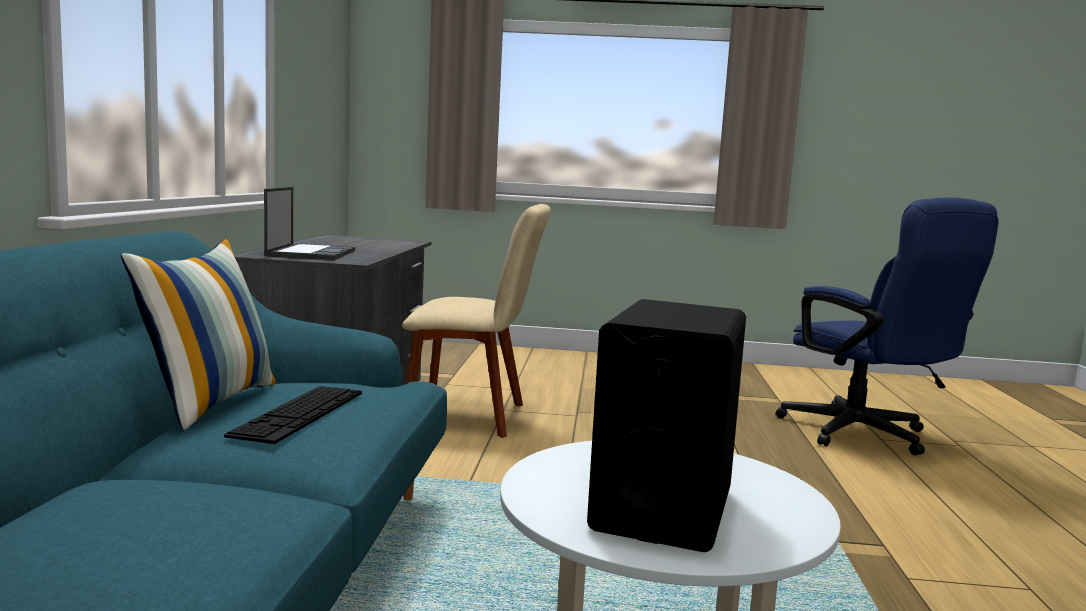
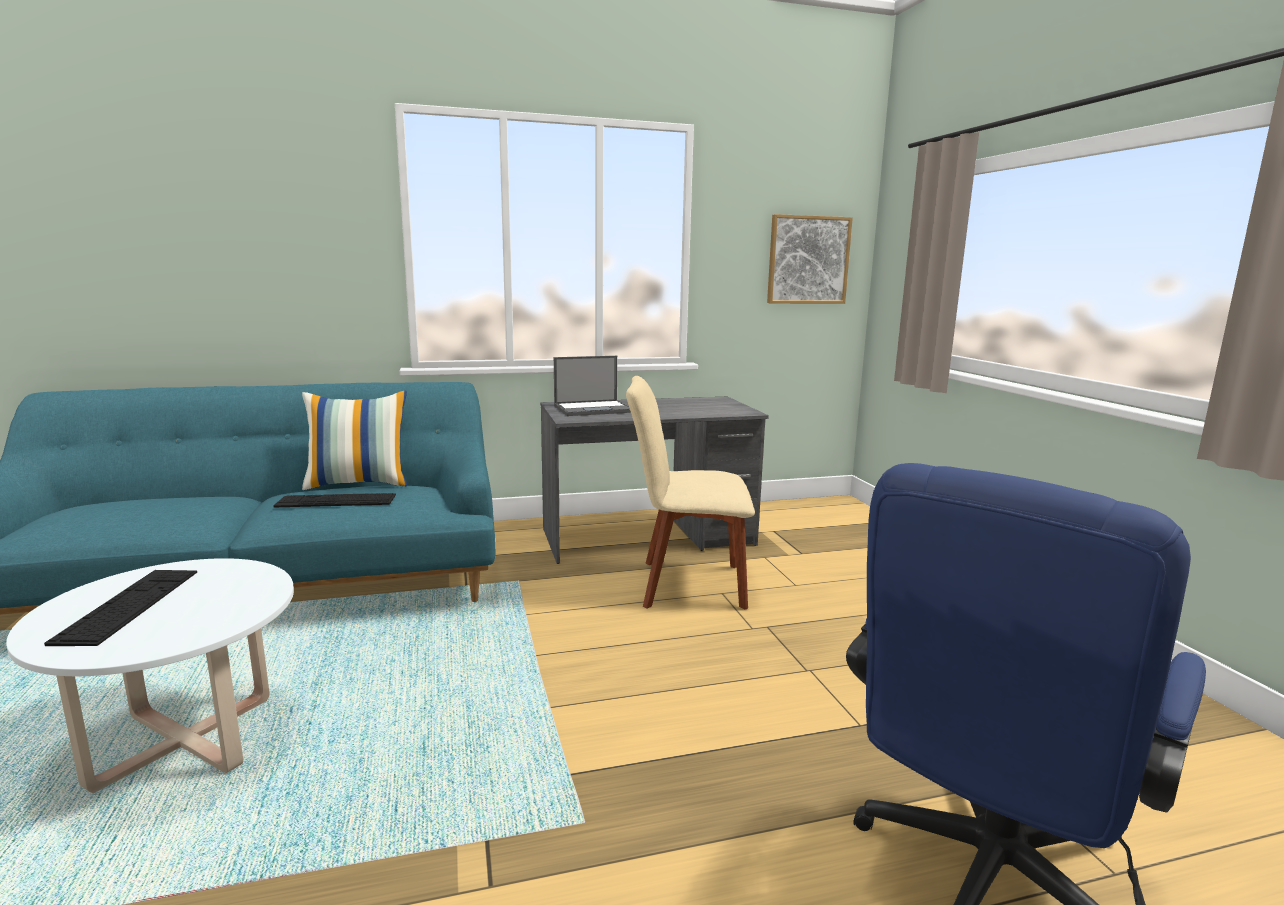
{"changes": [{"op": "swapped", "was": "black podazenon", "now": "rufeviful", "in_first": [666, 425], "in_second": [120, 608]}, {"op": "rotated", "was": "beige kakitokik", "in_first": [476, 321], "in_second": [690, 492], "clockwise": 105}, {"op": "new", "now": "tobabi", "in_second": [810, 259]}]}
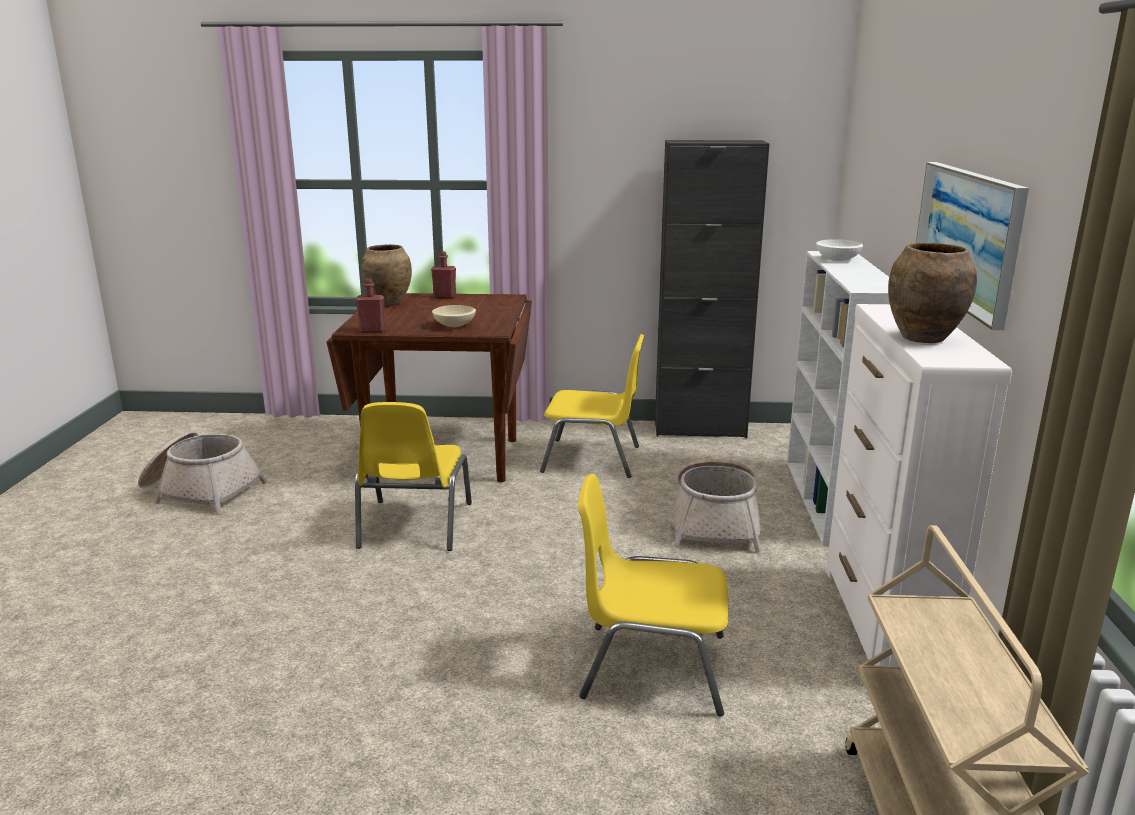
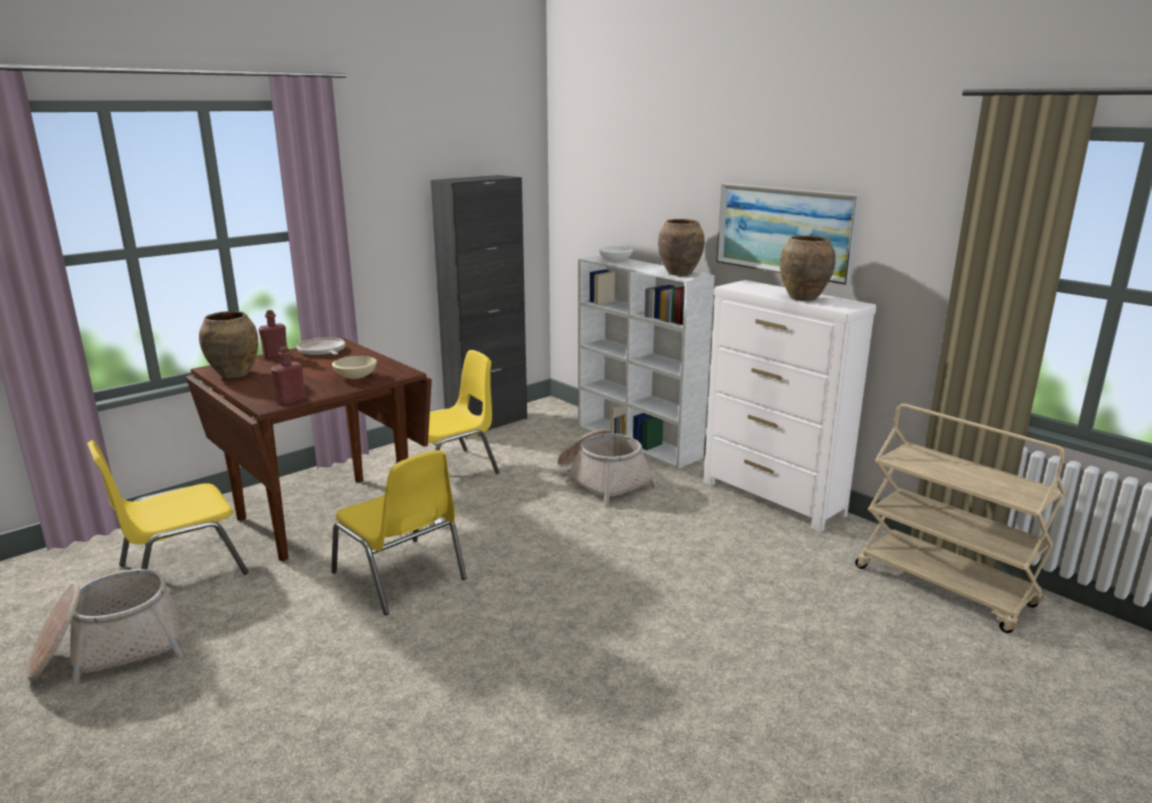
{"changes": [{"op": "shifted", "was": "yellow kakitokik", "in_first": [653, 595], "in_second": [167, 507]}, {"op": "new", "now": "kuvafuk", "in_second": [321, 346]}, {"op": "new", "now": "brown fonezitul", "in_second": [681, 247]}]}
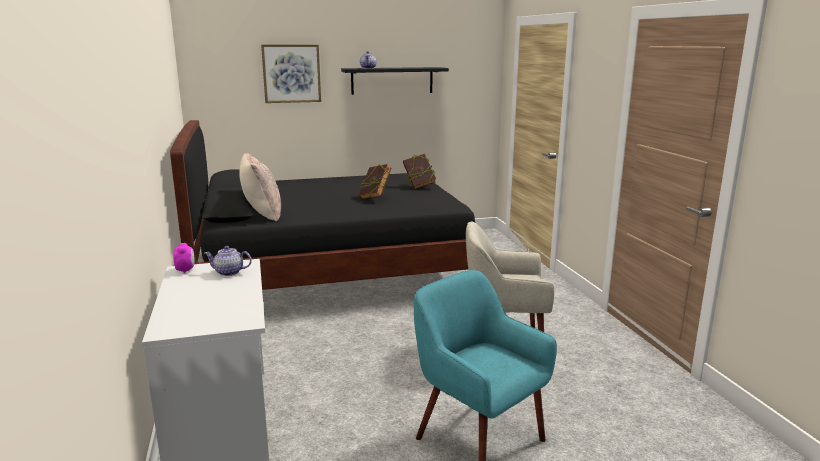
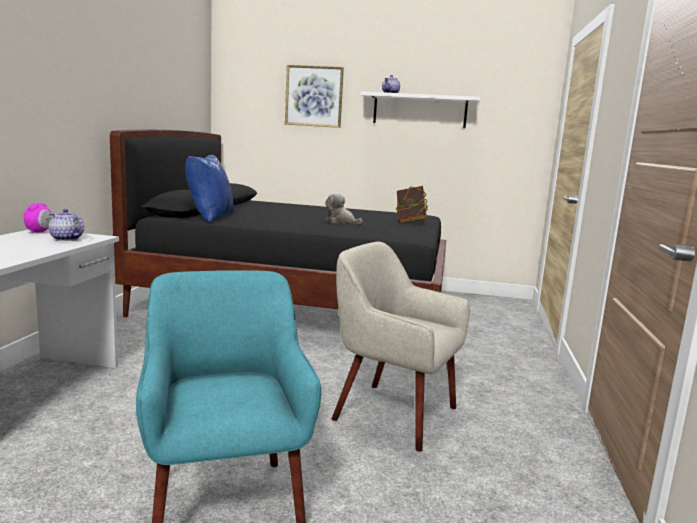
{"changes": [{"op": "repainted", "was": "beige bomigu", "now": "blue bomigu", "in_first": [260, 187], "in_second": [209, 188]}, {"op": "swapped", "was": "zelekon", "now": "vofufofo", "in_first": [375, 181], "in_second": [343, 209]}, {"op": "repainted", "was": "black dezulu", "now": "white dezulu", "in_first": [395, 81], "in_second": [420, 109]}]}
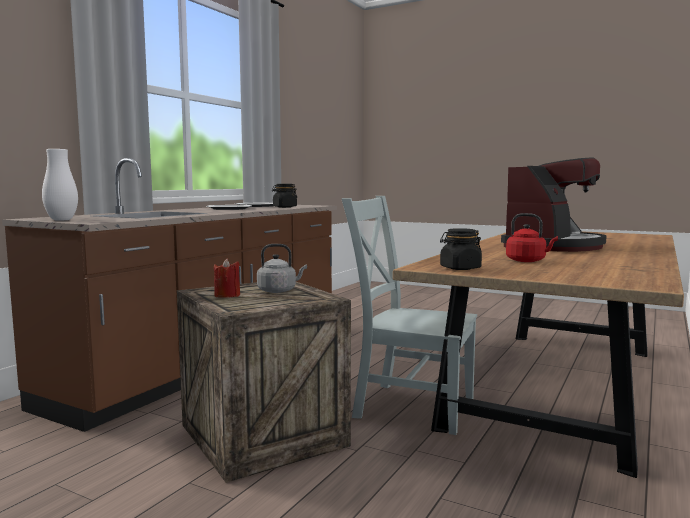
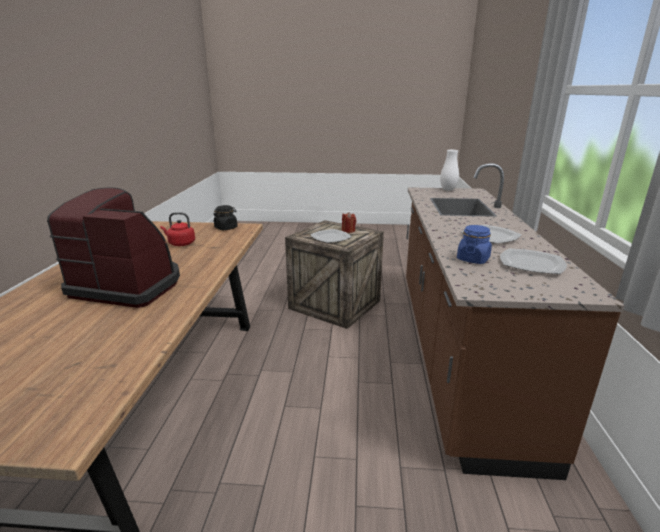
{"changes": [{"op": "rotated", "was": "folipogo", "in_first": [554, 204], "in_second": [113, 247], "clockwise": 90}, {"op": "swapped", "was": "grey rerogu", "now": "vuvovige", "in_first": [282, 268], "in_second": [331, 236]}, {"op": "repainted", "was": "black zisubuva", "now": "blue zisubuva", "in_first": [284, 196], "in_second": [474, 244]}, {"op": "gone", "was": "grey kakitokik", "in_first": [409, 315]}]}
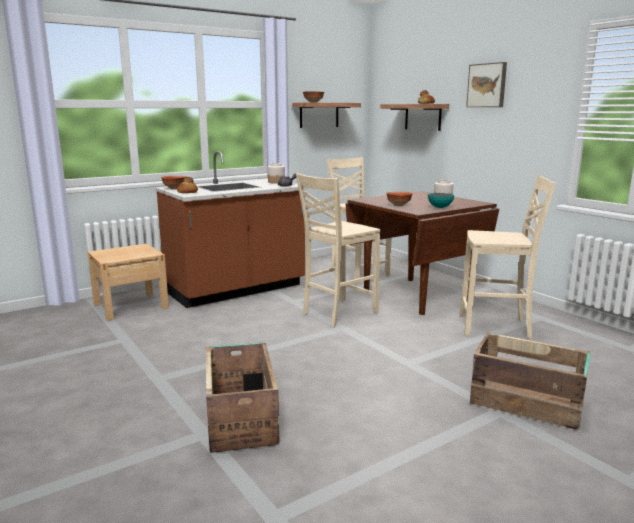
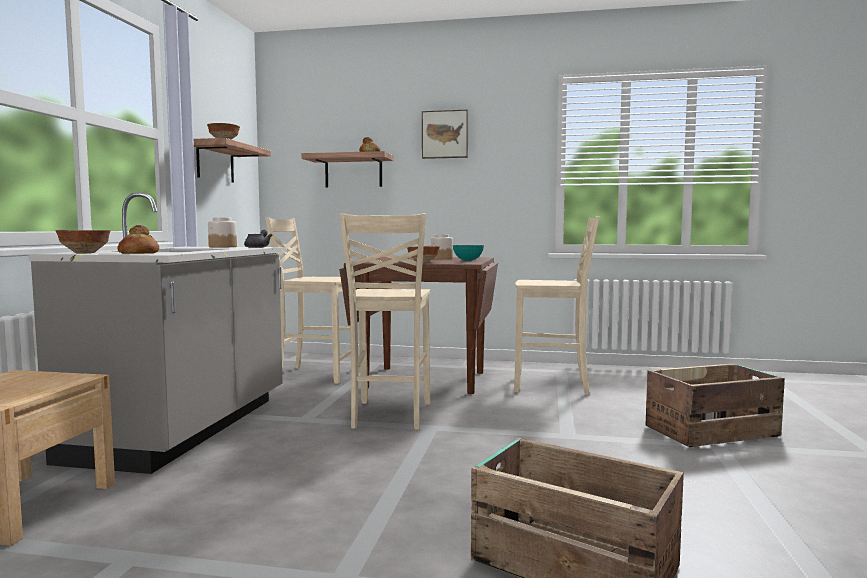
{"changes": [{"op": "repainted", "was": "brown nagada", "now": "grey nagada", "in_first": [231, 229], "in_second": [157, 333]}, {"op": "rotated", "was": "beige kakitokik", "in_first": [508, 257], "in_second": [556, 305], "clockwise": 45}]}
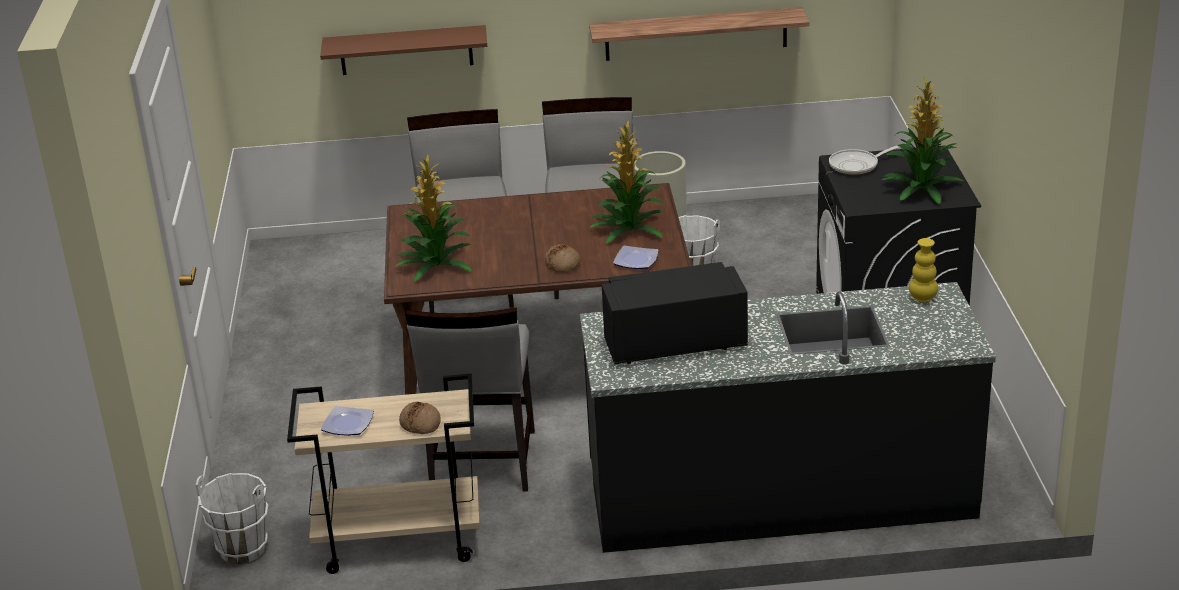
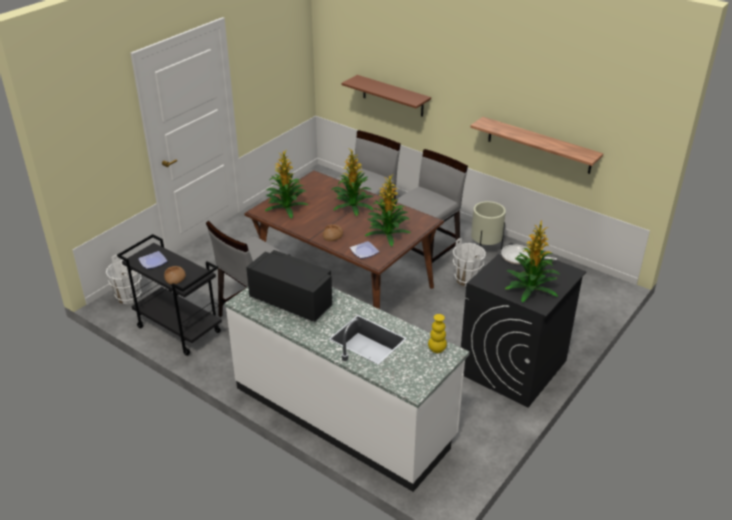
{"changes": [{"op": "repainted", "was": "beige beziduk", "now": "black beziduk", "in_first": [383, 474], "in_second": [169, 295]}, {"op": "repainted", "was": "black nagada", "now": "white nagada", "in_first": [788, 417], "in_second": [347, 389]}, {"op": "new", "now": "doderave", "in_second": [352, 182]}]}
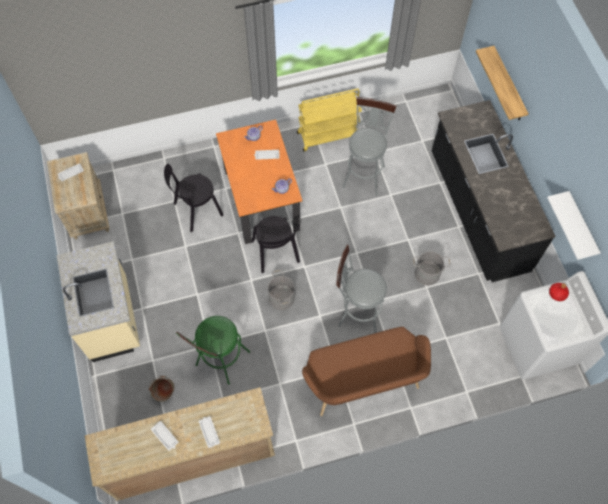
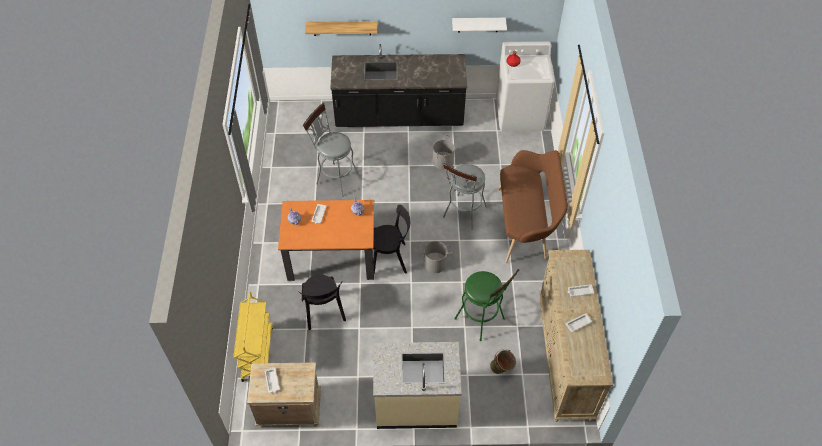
{"changes": [{"op": "shifted", "was": "yellow beziduk", "in_first": [329, 120], "in_second": [253, 337]}]}
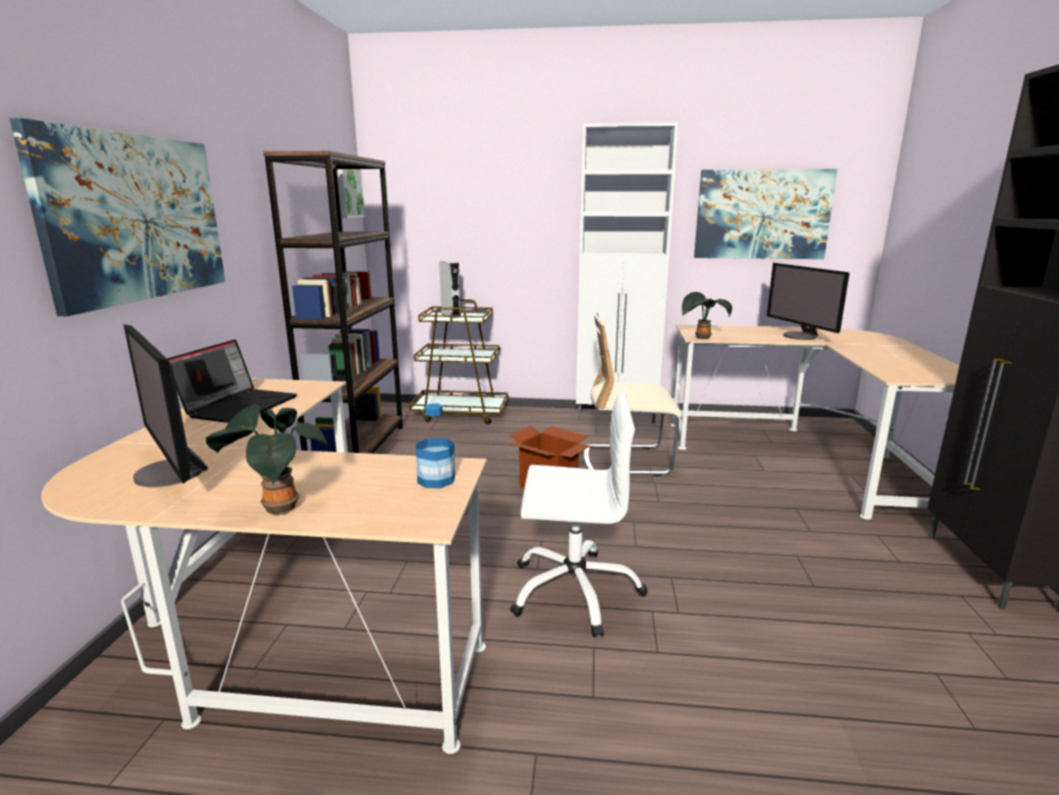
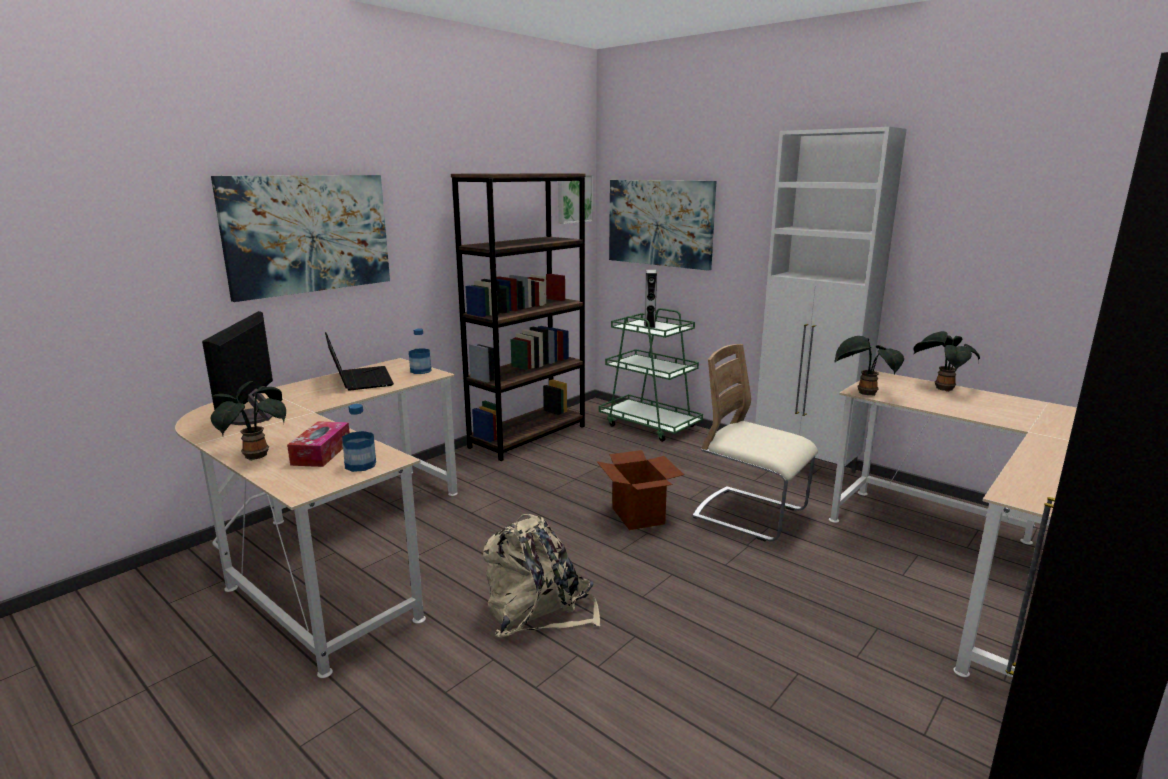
{"changes": [{"op": "new", "now": "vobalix", "in_second": [318, 444]}, {"op": "rotated", "was": "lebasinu", "in_first": [232, 381], "in_second": [359, 361], "clockwise": -75}, {"op": "new", "now": "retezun", "in_second": [420, 351]}, {"op": "swapped", "was": "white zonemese", "now": "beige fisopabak", "in_first": [578, 515], "in_second": [541, 575]}, {"op": "repainted", "was": "brown beziduk", "now": "green beziduk", "in_first": [458, 361], "in_second": [651, 375]}, {"op": "shifted", "was": "tobabi", "in_first": [765, 214], "in_second": [662, 225]}, {"op": "new", "now": "doderave", "in_second": [947, 361]}, {"op": "gone", "was": "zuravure", "in_first": [808, 301]}]}
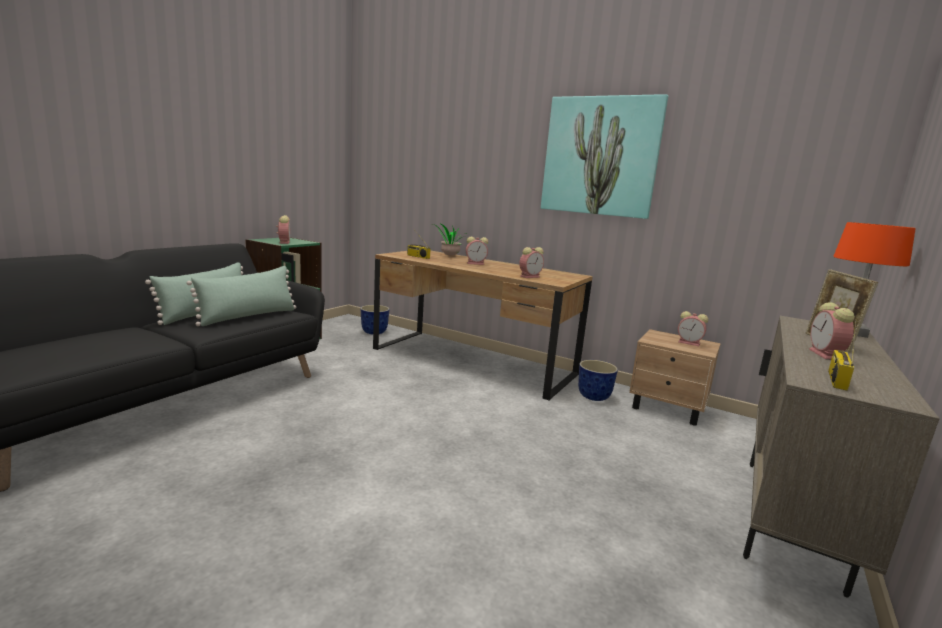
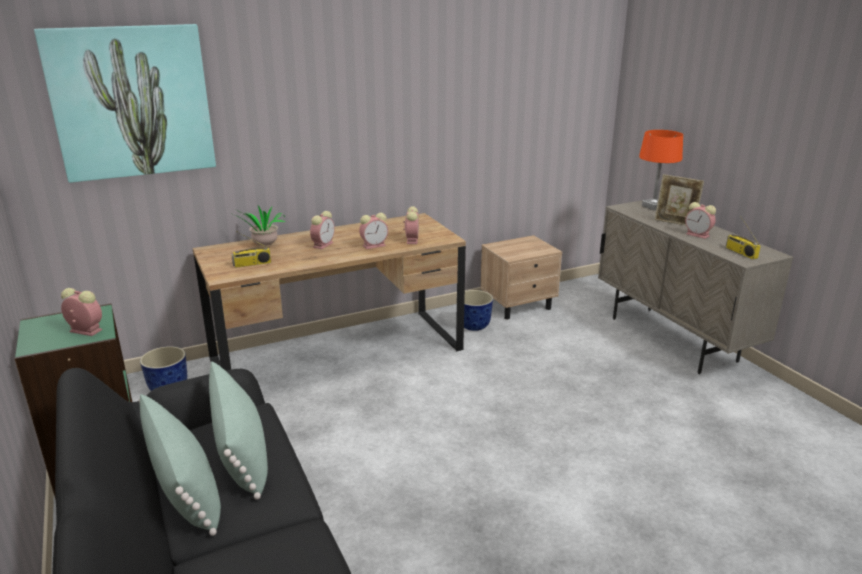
{"changes": [{"op": "shifted", "was": "tobabi", "in_first": [604, 156], "in_second": [125, 103]}, {"op": "shifted", "was": "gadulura", "in_first": [693, 328], "in_second": [373, 231]}]}
